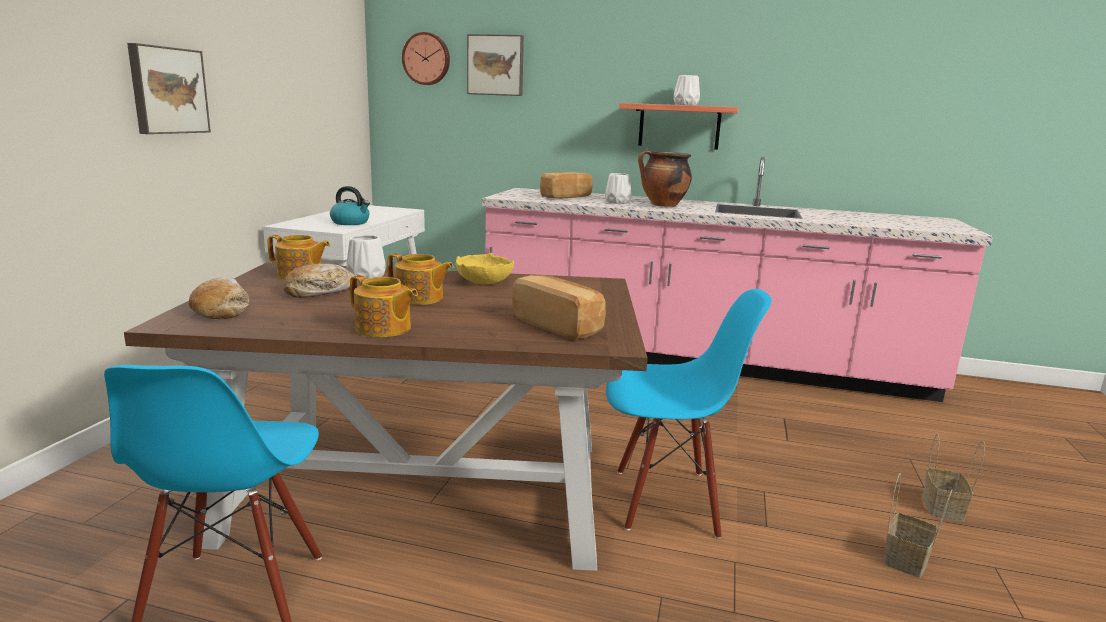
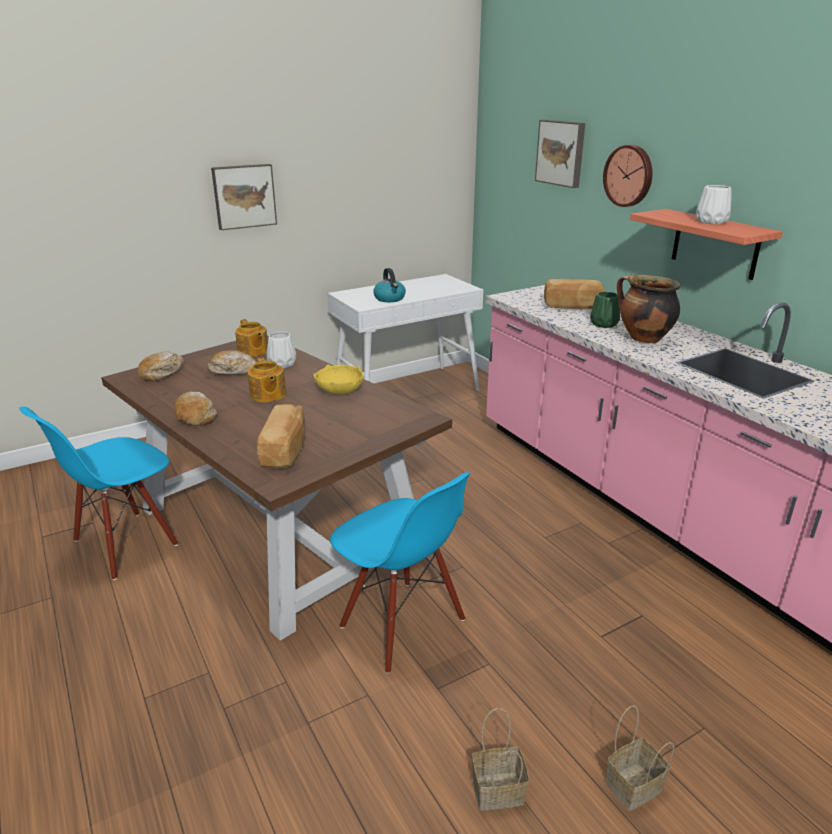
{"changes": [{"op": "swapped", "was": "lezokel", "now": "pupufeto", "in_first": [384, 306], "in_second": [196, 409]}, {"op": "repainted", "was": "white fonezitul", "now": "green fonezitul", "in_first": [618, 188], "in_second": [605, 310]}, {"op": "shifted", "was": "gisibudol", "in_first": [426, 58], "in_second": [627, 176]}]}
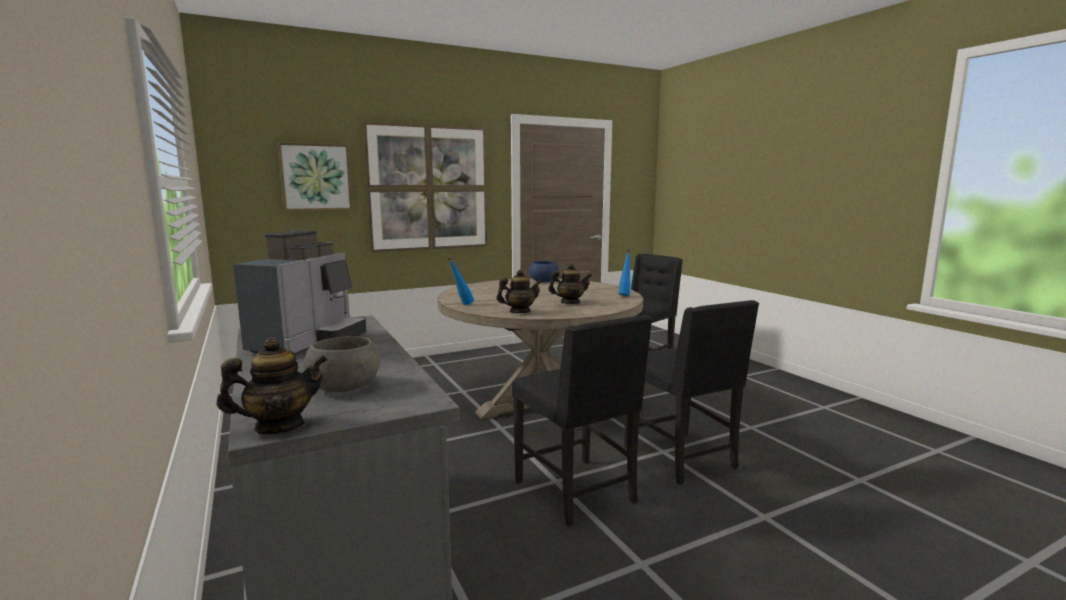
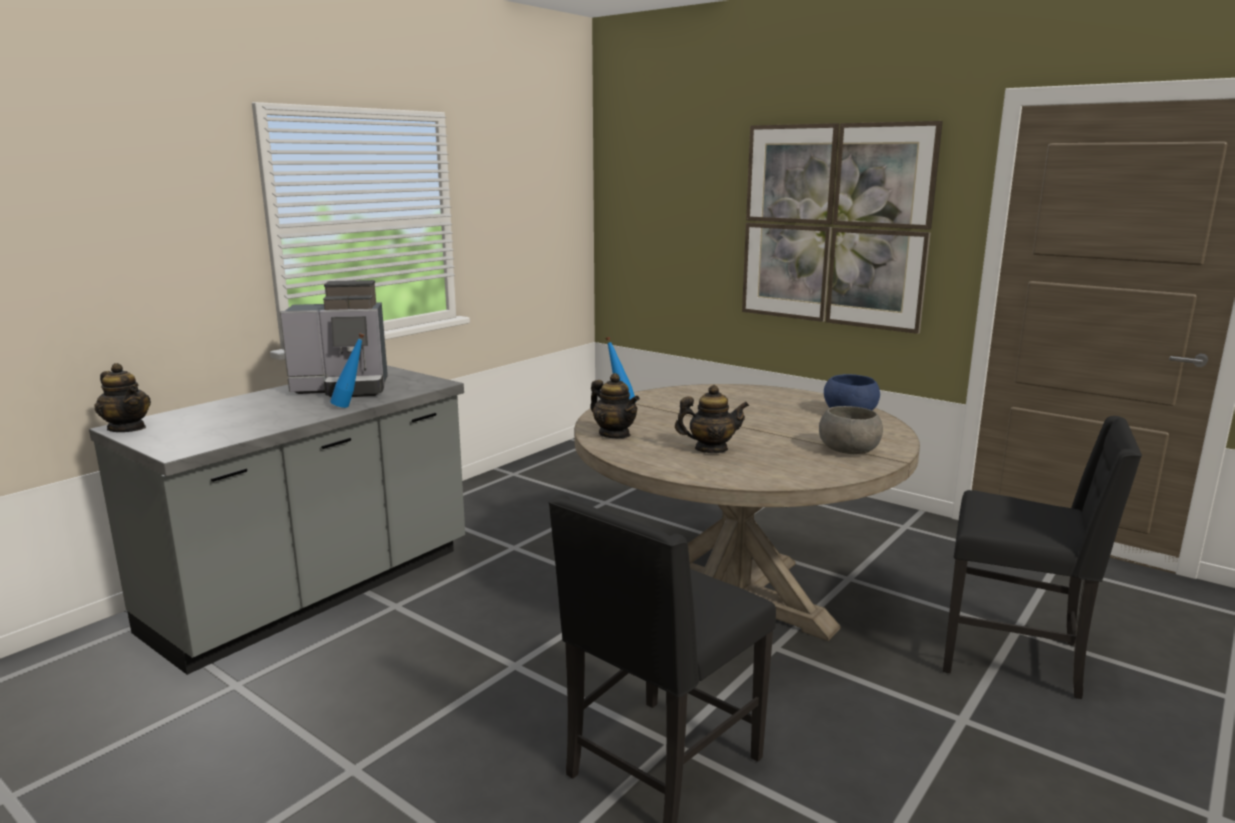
{"changes": [{"op": "shifted", "was": "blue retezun", "in_first": [625, 273], "in_second": [347, 370]}, {"op": "rotated", "was": "lezokel", "in_first": [570, 283], "in_second": [712, 419], "clockwise": -60}, {"op": "shifted", "was": "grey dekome", "in_first": [341, 364], "in_second": [851, 430]}, {"op": "gone", "was": "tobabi", "in_first": [315, 176]}, {"op": "gone", "was": "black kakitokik", "in_first": [582, 421]}]}
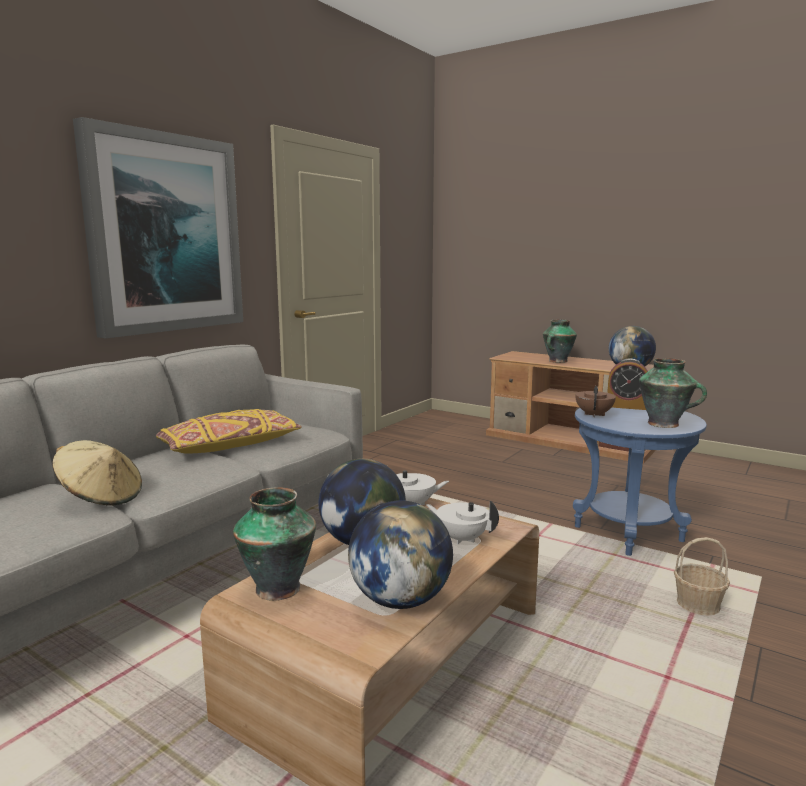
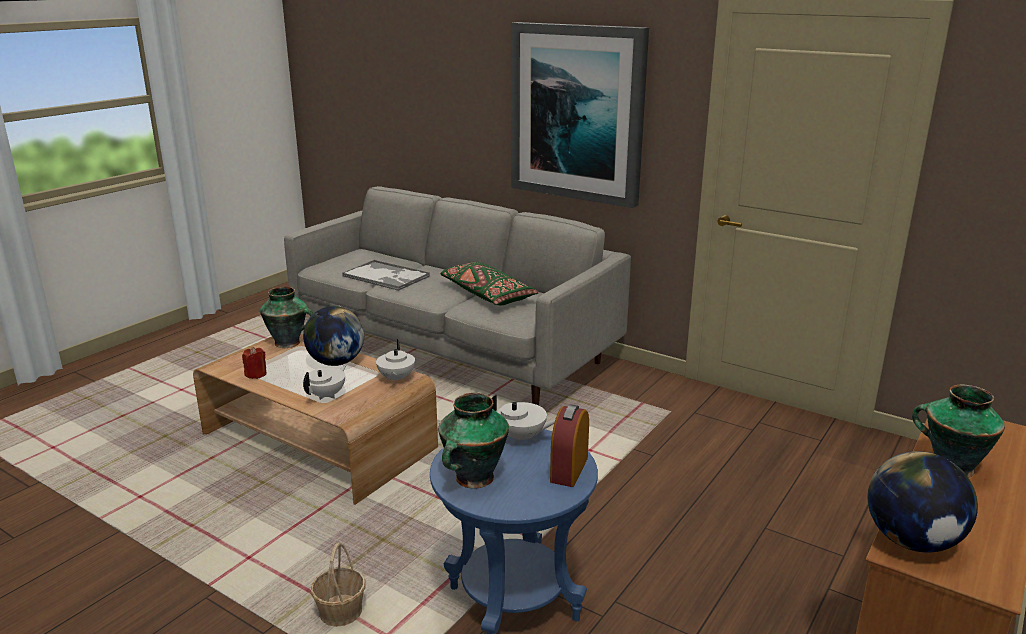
{"changes": [{"op": "swapped", "was": "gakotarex", "now": "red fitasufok", "in_first": [400, 554], "in_second": [254, 363]}, {"op": "swapped", "was": "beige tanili", "now": "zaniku", "in_first": [97, 473], "in_second": [386, 275]}, {"op": "repainted", "was": "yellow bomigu", "now": "green bomigu", "in_first": [229, 431], "in_second": [489, 283]}, {"op": "repainted", "was": "brown lezokel", "now": "white lezokel", "in_first": [595, 401], "in_second": [523, 419]}]}
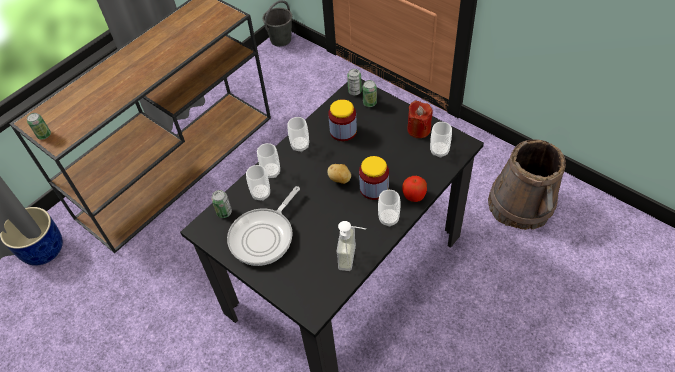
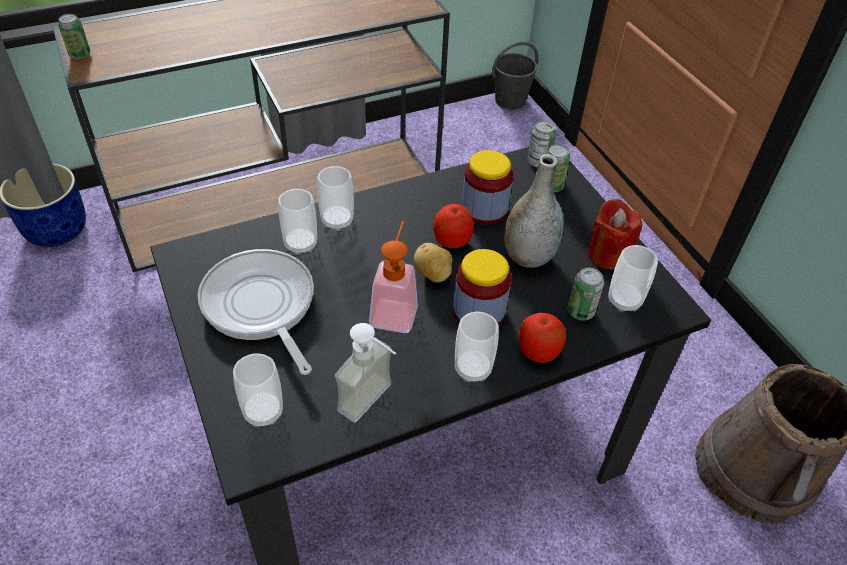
{"changes": [{"op": "rotated", "was": "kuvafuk", "in_first": [263, 226], "in_second": [256, 312], "clockwise": 90}, {"op": "shifted", "was": "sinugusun", "in_first": [298, 134], "in_second": [258, 390]}, {"op": "new", "now": "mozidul", "in_second": [393, 277]}, {"op": "new", "now": "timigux", "in_second": [453, 226]}, {"op": "new", "now": "grey fonezitul", "in_second": [534, 211]}, {"op": "shifted", "was": "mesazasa", "in_first": [221, 204], "in_second": [586, 294]}]}
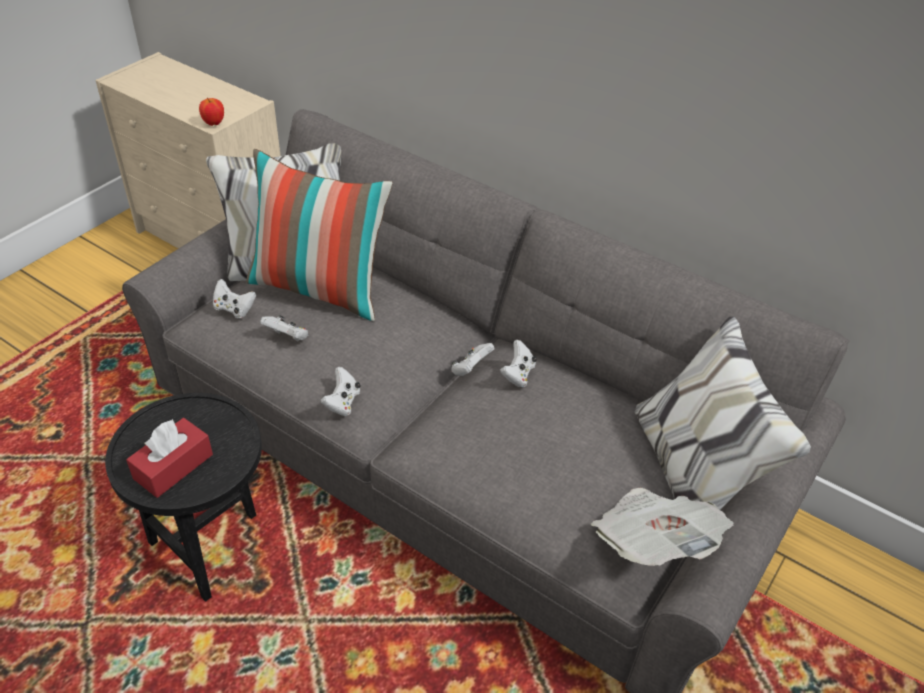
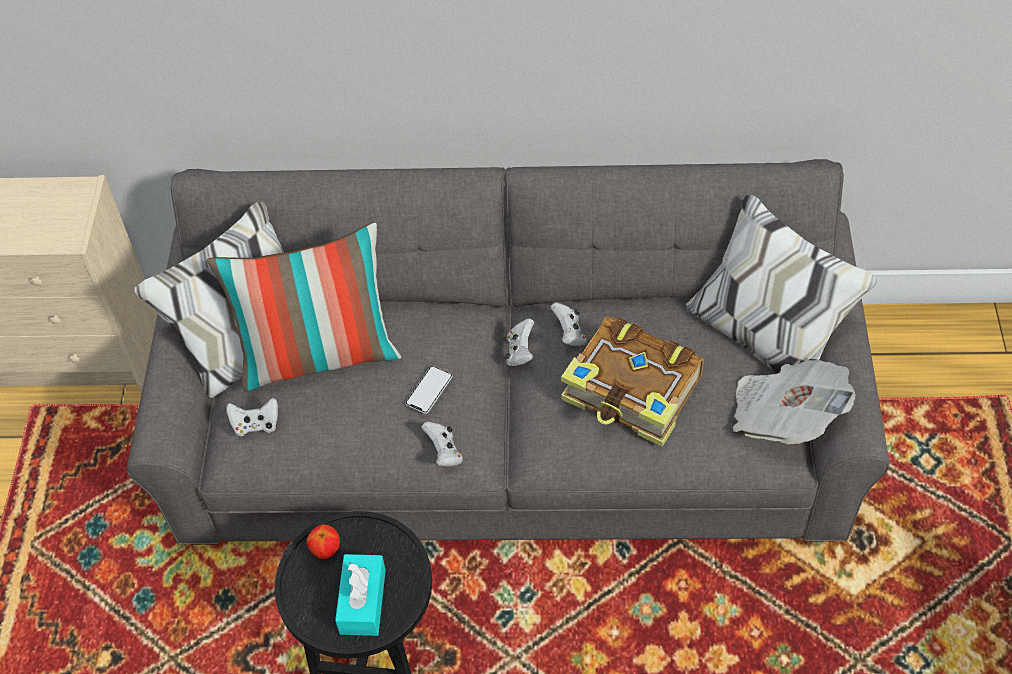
{"changes": [{"op": "shifted", "was": "timigux", "in_first": [211, 112], "in_second": [323, 542]}, {"op": "repainted", "was": "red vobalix", "now": "turquoise vobalix", "in_first": [169, 458], "in_second": [360, 595]}, {"op": "new", "now": "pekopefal", "in_second": [429, 390]}, {"op": "new", "now": "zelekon", "in_second": [632, 381]}, {"op": "gone", "was": "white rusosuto", "in_first": [284, 328]}]}
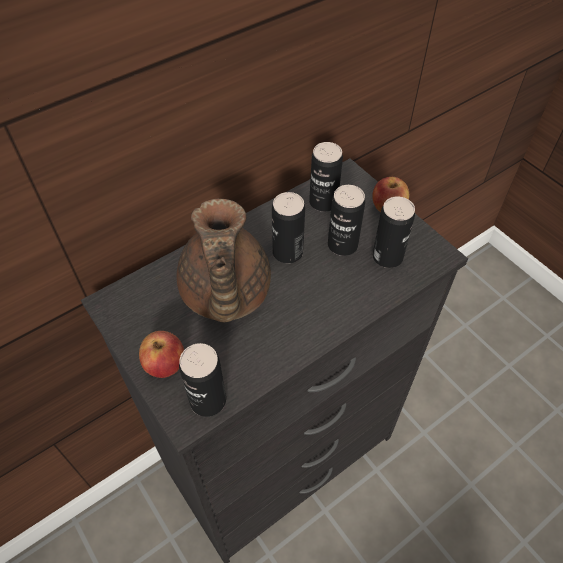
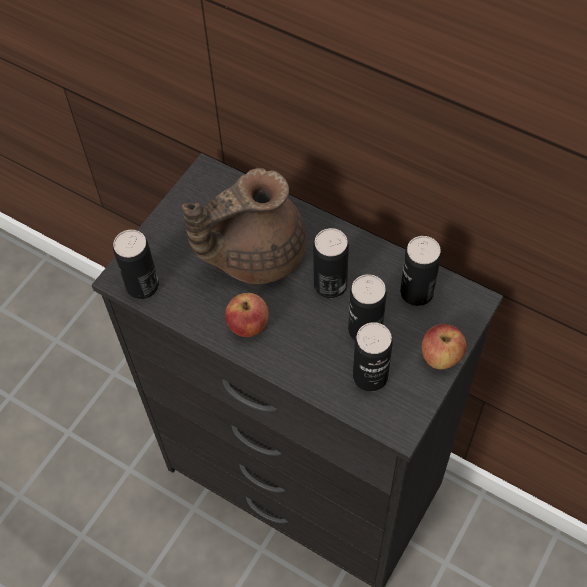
{"changes": [{"op": "shifted", "was": "timigux", "in_first": [161, 354], "in_second": [247, 315]}]}
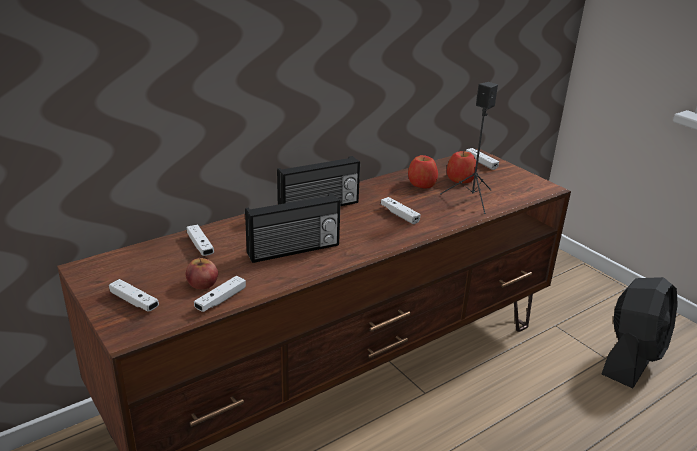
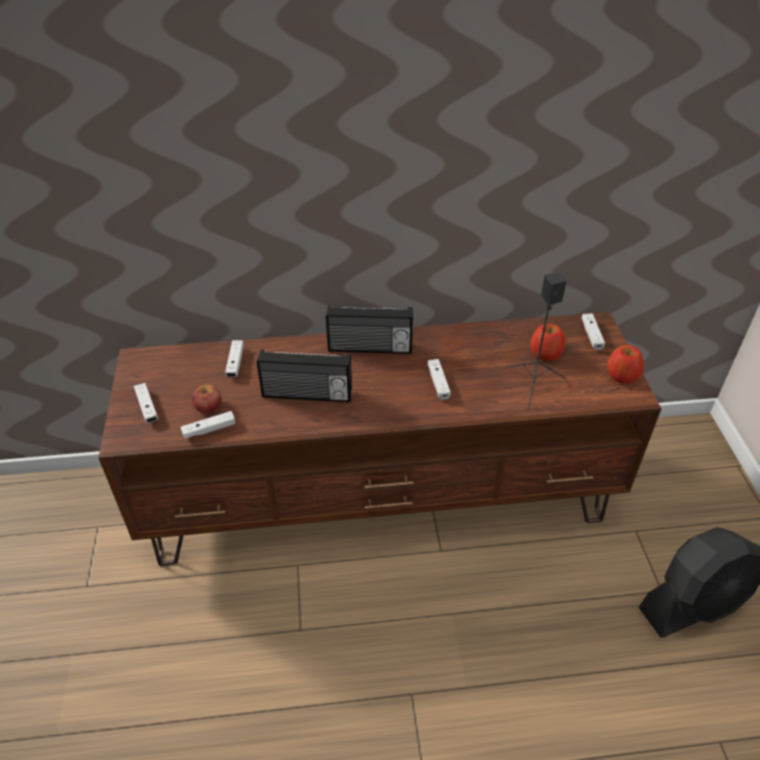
{"changes": [{"op": "shifted", "was": "timigux", "in_first": [423, 172], "in_second": [625, 364]}]}
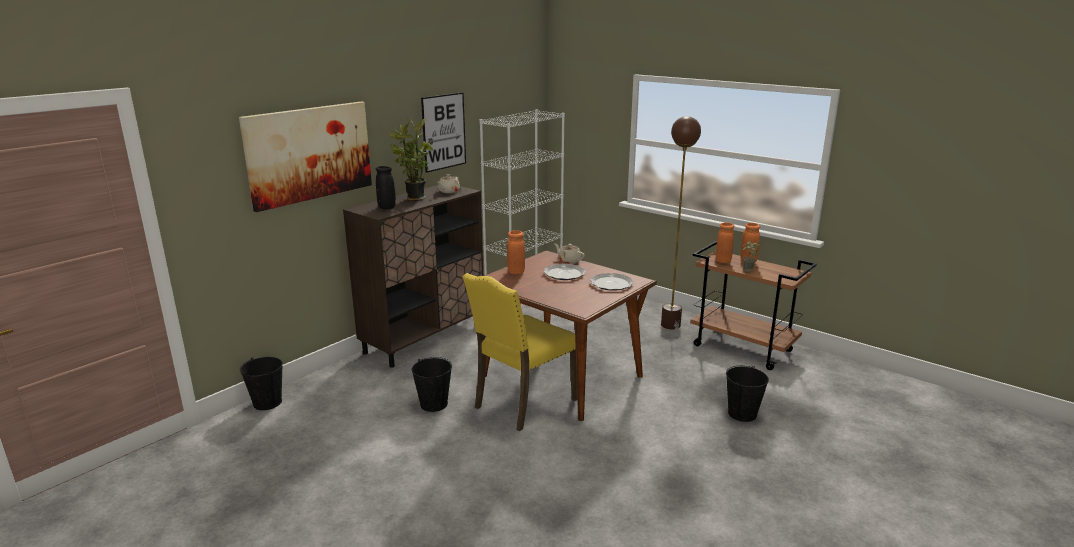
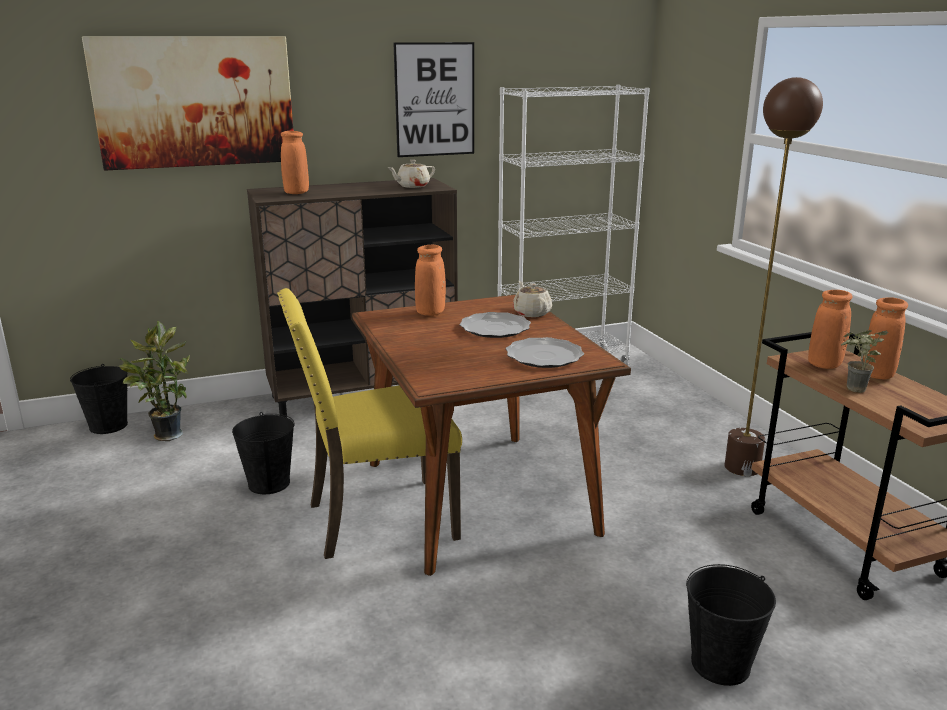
{"changes": [{"op": "shifted", "was": "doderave", "in_first": [410, 159], "in_second": [154, 380]}, {"op": "repainted", "was": "black fonezitul", "now": "orange fonezitul", "in_first": [386, 187], "in_second": [295, 162]}]}
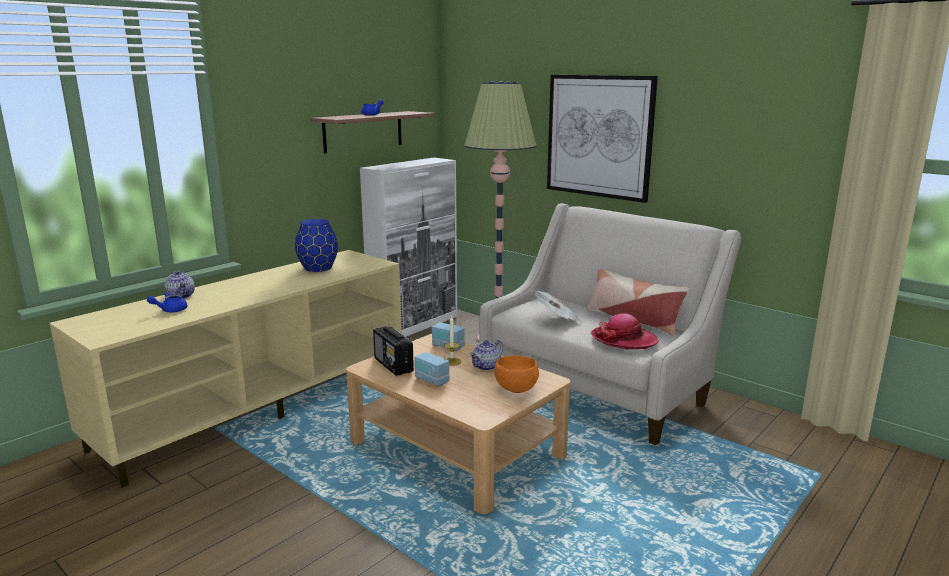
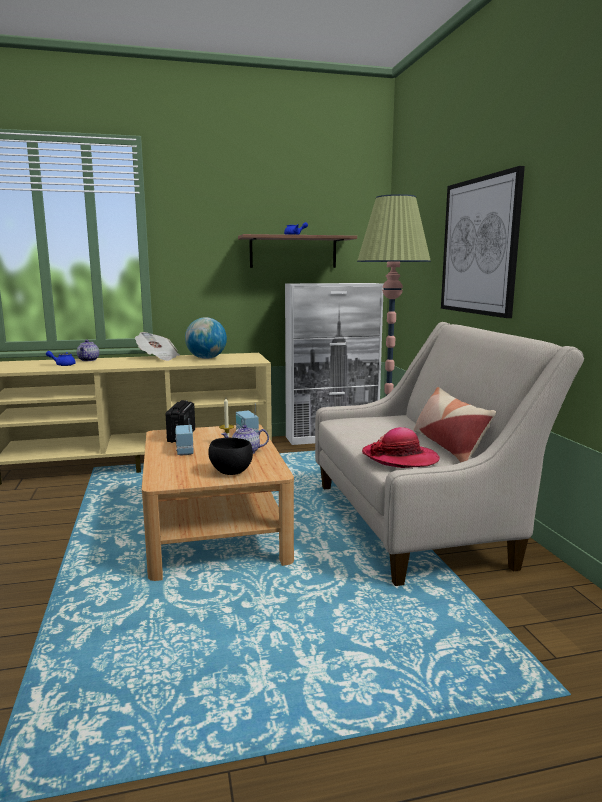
{"changes": [{"op": "shifted", "was": "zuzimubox", "in_first": [556, 306], "in_second": [157, 346]}, {"op": "swapped", "was": "blue fonezitul", "now": "gakotarex", "in_first": [316, 245], "in_second": [206, 338]}, {"op": "repainted", "was": "orange dekome", "now": "black dekome", "in_first": [517, 374], "in_second": [230, 456]}]}
